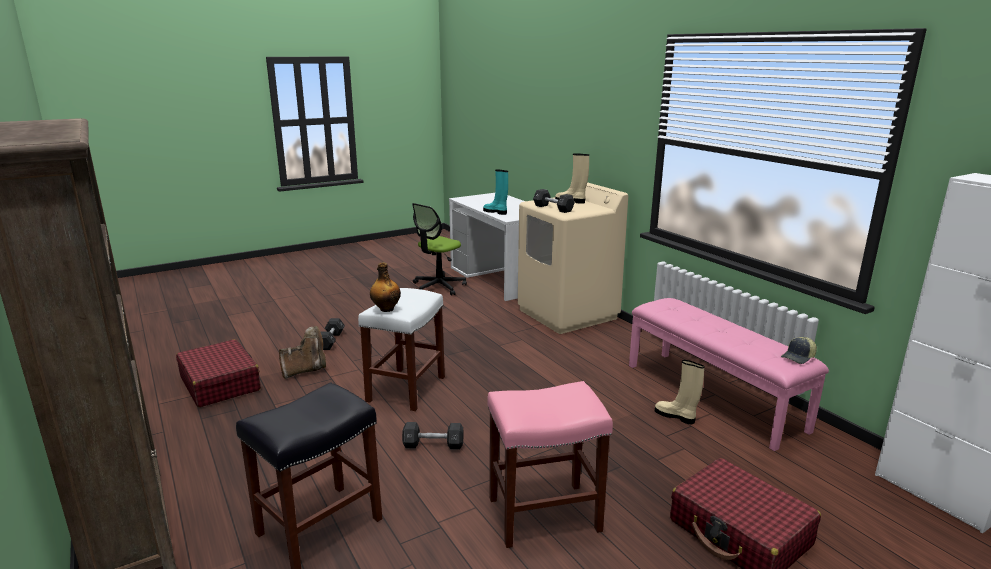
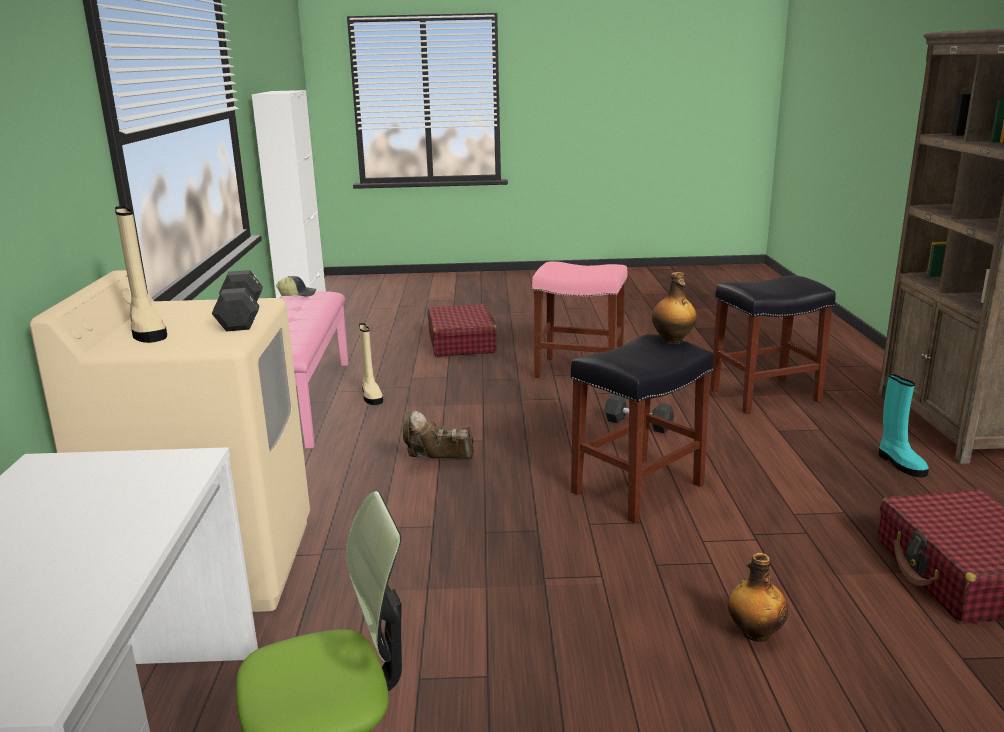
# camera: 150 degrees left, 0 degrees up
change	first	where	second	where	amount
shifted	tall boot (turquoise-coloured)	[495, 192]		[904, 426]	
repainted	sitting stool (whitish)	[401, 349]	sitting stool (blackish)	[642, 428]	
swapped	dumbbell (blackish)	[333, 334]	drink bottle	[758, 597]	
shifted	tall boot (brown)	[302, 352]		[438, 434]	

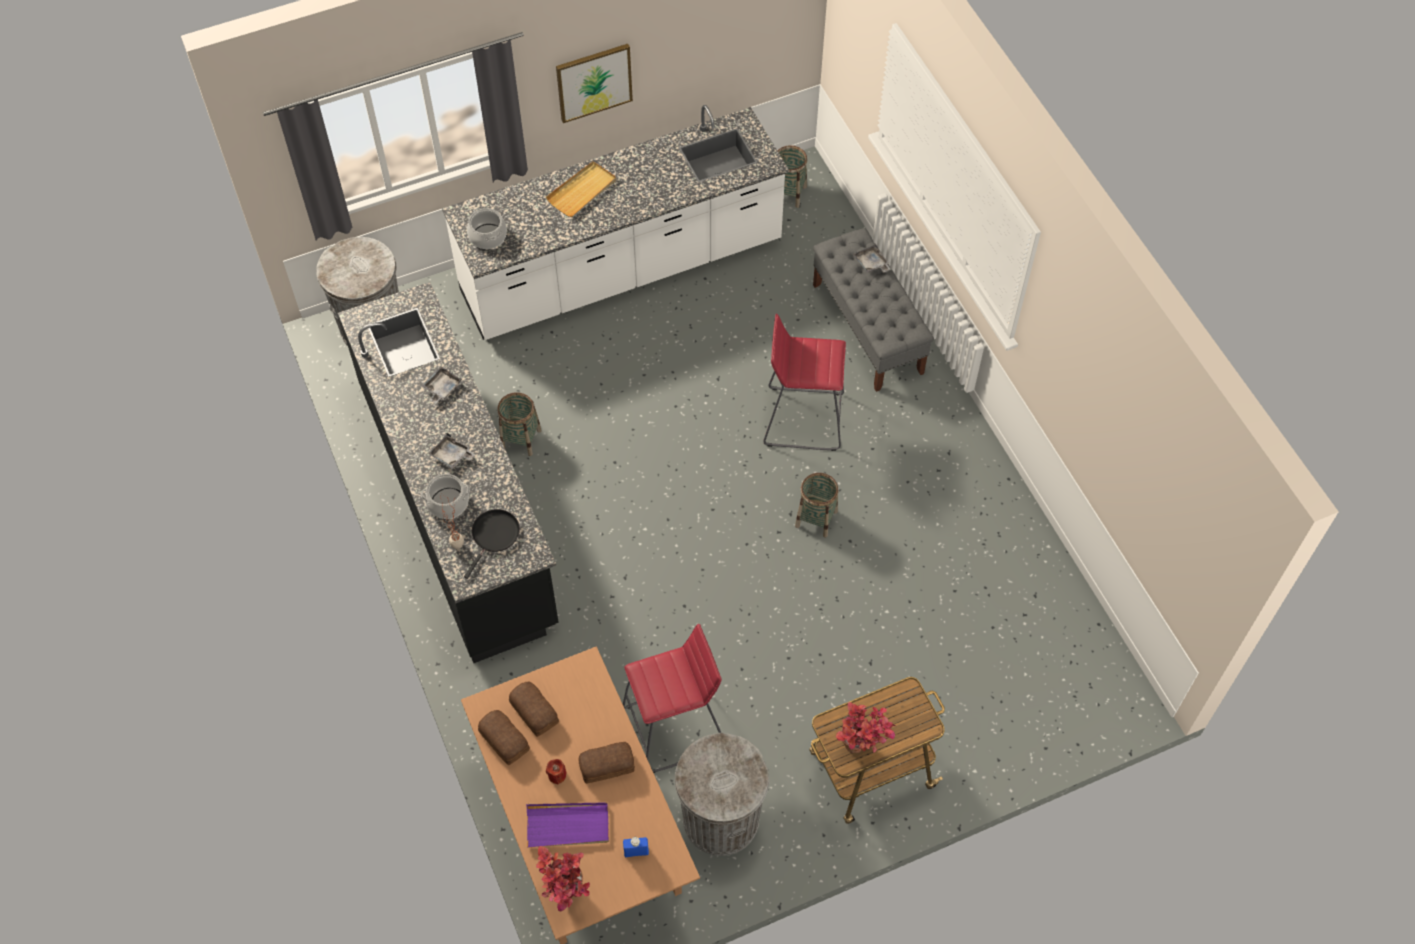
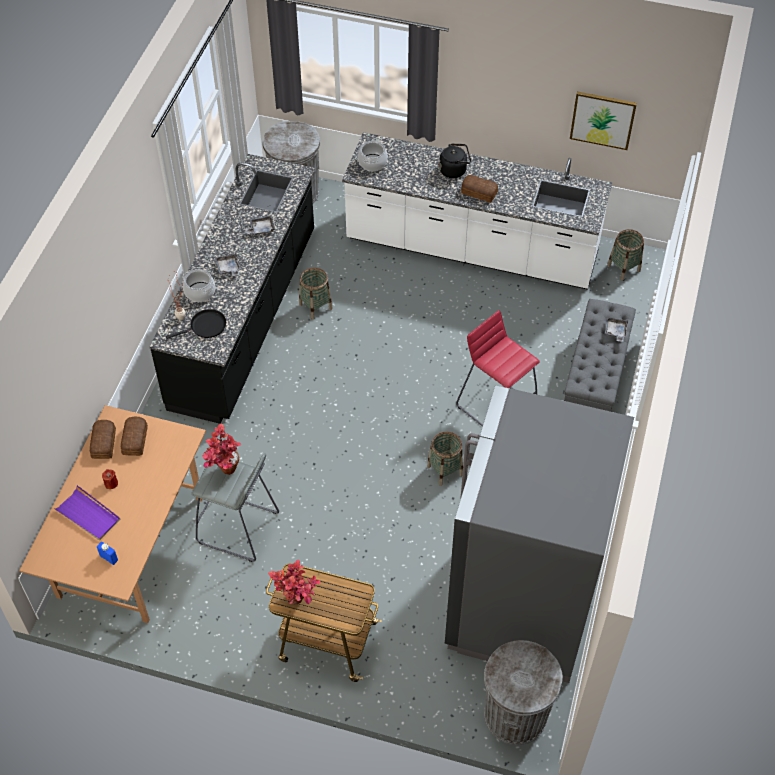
# camera: 40 degrees right, 5 degrees down
change	first	where	second	where	amount
shifted	wall art	[594, 83]		[603, 120]	
swapped	tray (beige)	[581, 189]	kettle (blackish)	[455, 161]	
repainted	sitting stool (red)	[672, 698]	sitting stool (gray)	[235, 508]	
shifted	rubbish bin (gray)	[722, 794]		[523, 692]	
shifted	bakery bread	[607, 763]		[479, 189]	
shifted	plant in a pot	[563, 879]		[222, 449]	
new			fridge (gray)	[539, 534]	

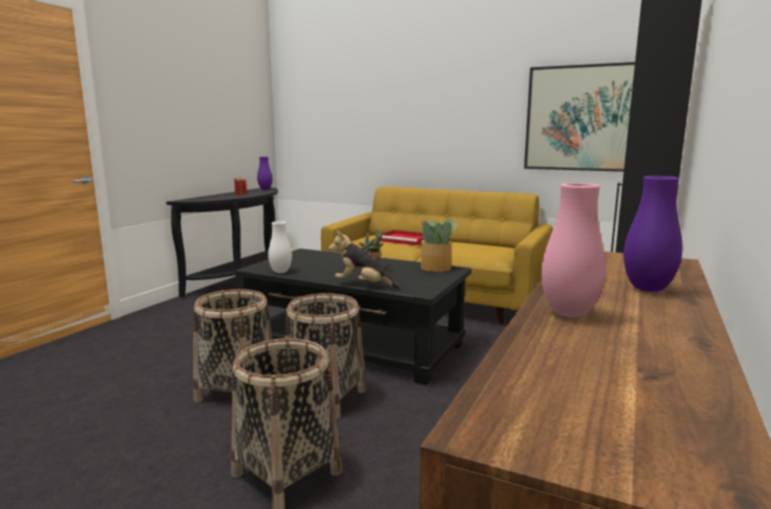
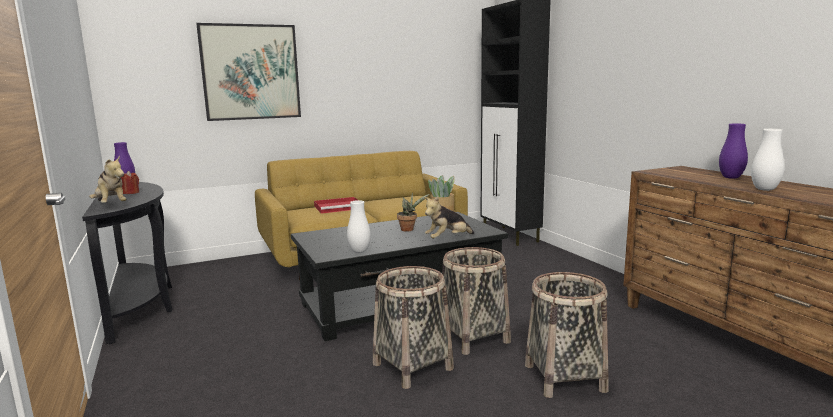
# camera: 50 degrees left, 0 degrees up
change	first	where	second	where	amount
shifted	wall art	[579, 117]		[248, 72]	
repainted	vase (pink)	[573, 250]	vase (whitish)	[768, 160]	
new			cuddly toy	[108, 179]	

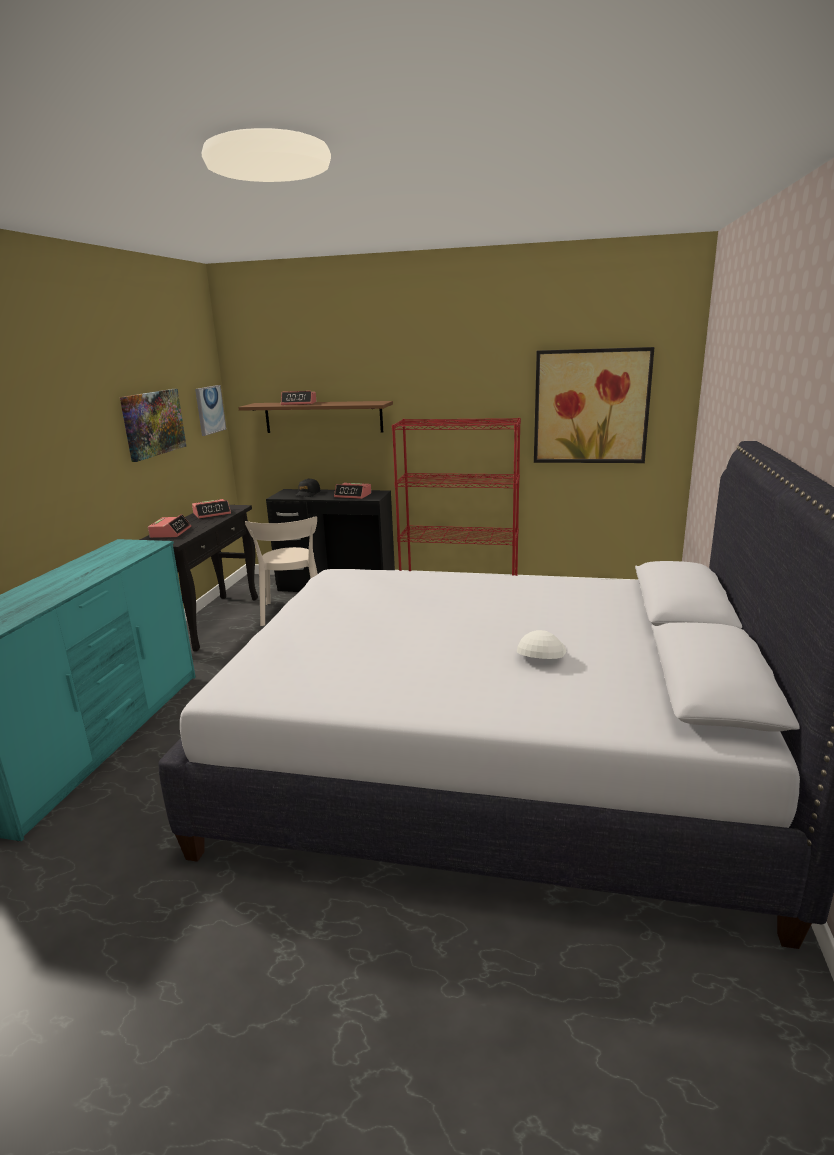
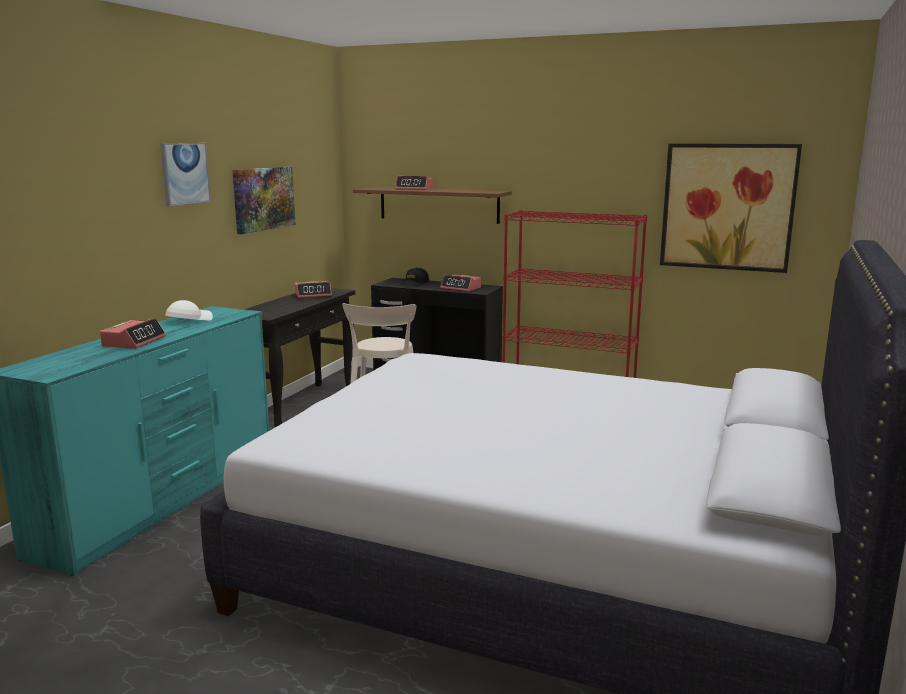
# camera: 10 degrees right, 5 degrees down
change	first	where	second	where	amount
shifted	wall art	[210, 410]		[185, 175]	
shifted	table clock	[169, 526]		[133, 333]	
shifted	cap (whitish)	[542, 644]		[189, 310]	

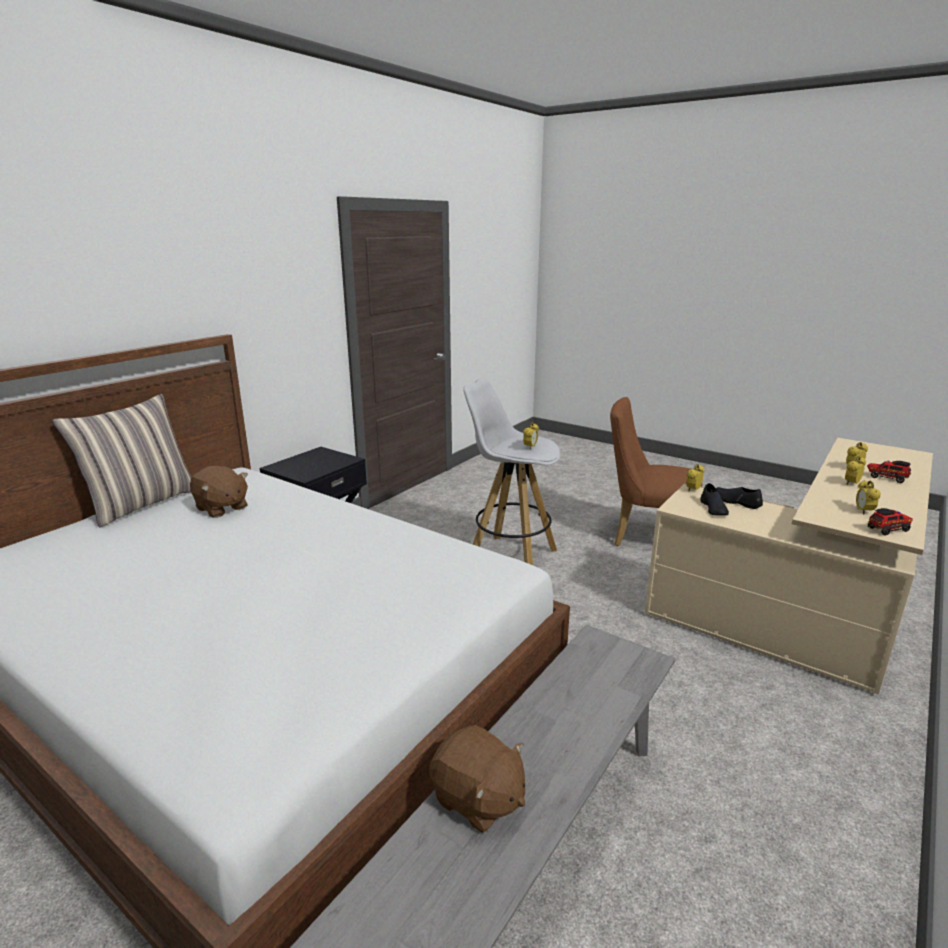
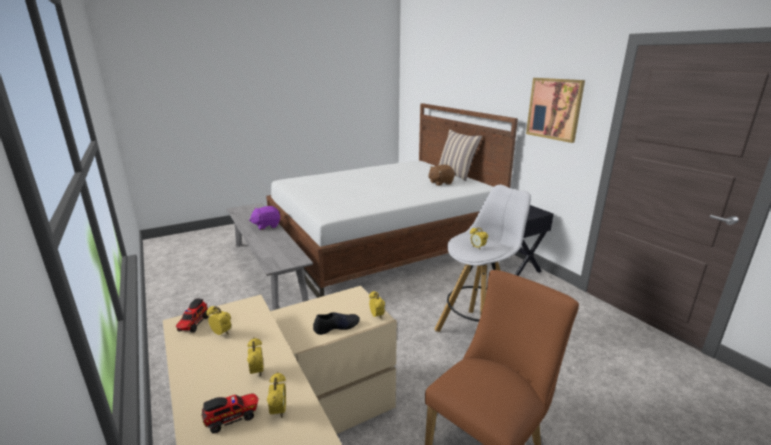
# camera: 115 degrees right, 0 degrees up
change	first	where	second	where	amount
gone	low shoe (blackish)	[714, 499]			
repainted	cuddly toy (brown)	[477, 779]	cuddly toy (purplish)	[264, 218]	
new			wall art	[555, 110]	

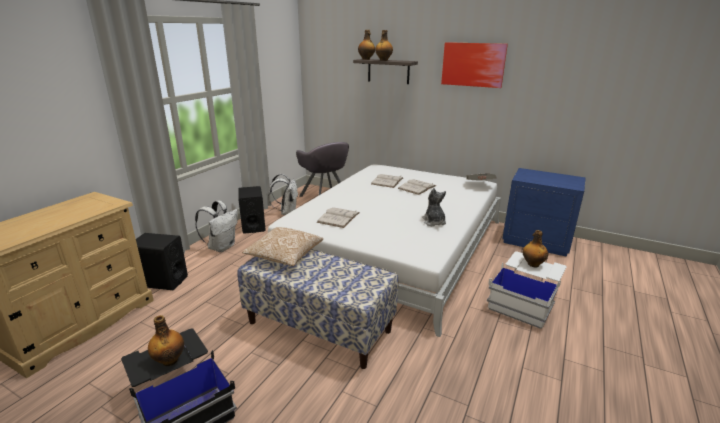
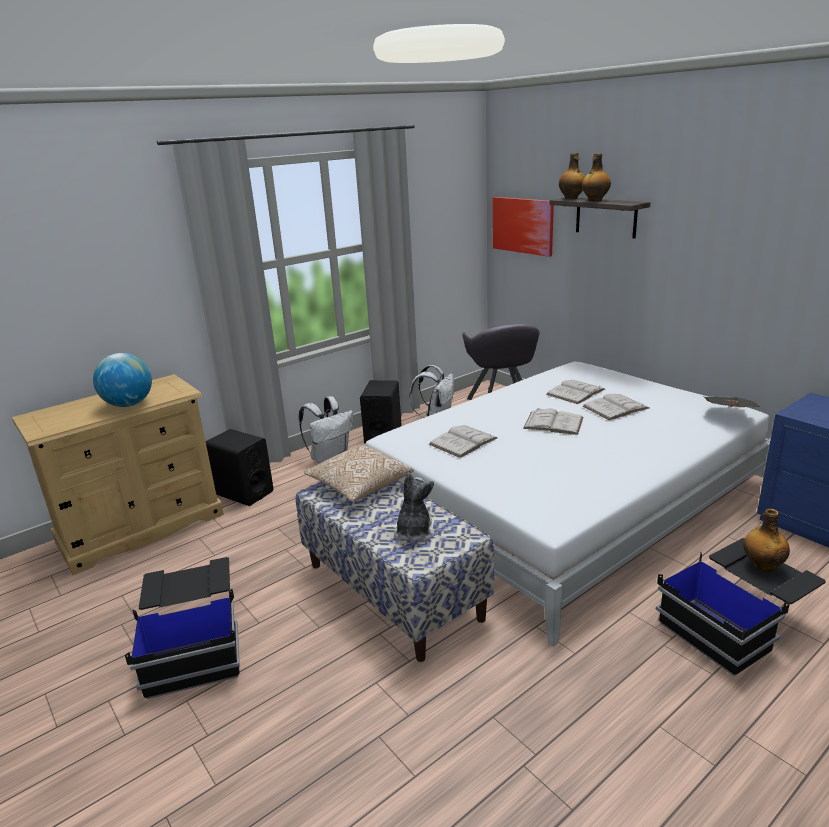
# camera: 25 degrees right, 0 degrees up
change	first	where	second	where	amount
shifted	wall art	[474, 65]		[523, 227]	
shifted	cuddly toy	[434, 207]		[414, 507]	
repainted	storage box (whitish)	[527, 290]	storage box (blackish)	[741, 607]	
gone	drink bottle	[166, 340]			
new			desk globe	[122, 380]	
new			book (whitish)	[553, 421]	

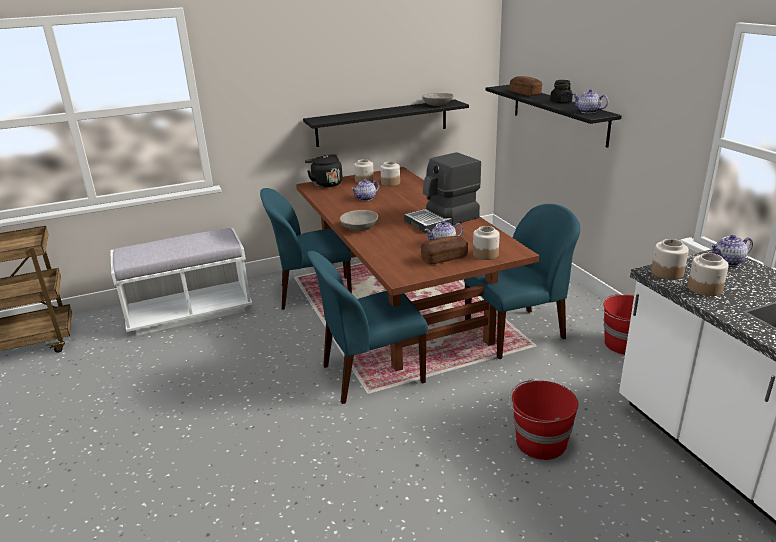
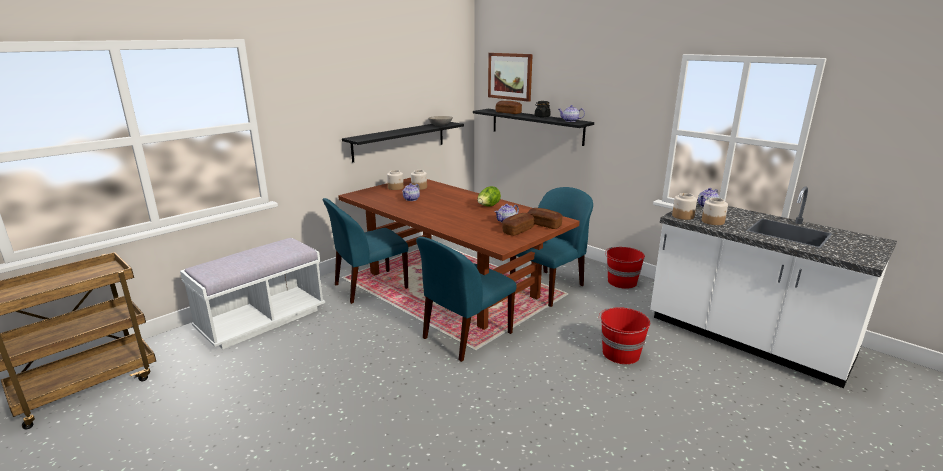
# camera: 25 degrees left, 5 degrees down
change	first	where	second	where	amount
swapped	coffee brewer	[442, 192]	lettuce head	[489, 196]	
gone	kettle (blackish)	[324, 171]			
gone	bowl (gray)	[359, 220]			
swapped	storage jar	[486, 243]	bakery bread	[545, 218]	
new			wall art	[510, 77]	

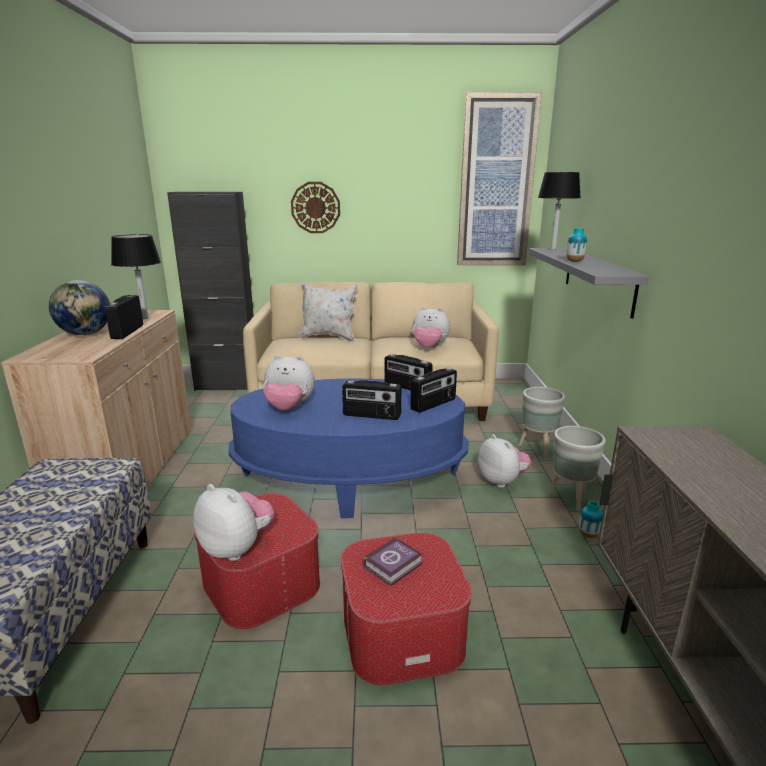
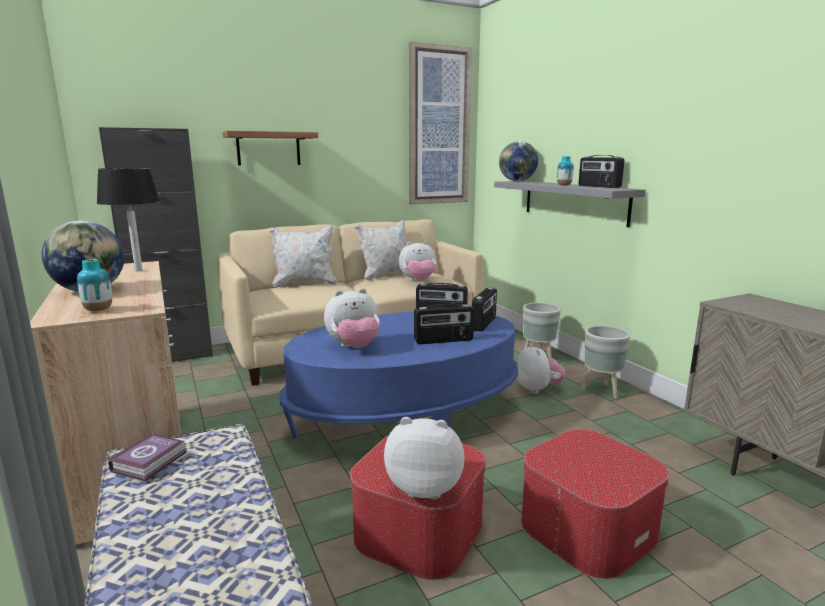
# camera: 25 degrees left, 5 degrees down
change	first	where	second	where	amount
swapped	tabletop lamp (blackish)	[559, 211]	desk globe	[518, 161]	
swapped	clock on the wall	[315, 207]	bracket shelf	[270, 148]	
shifted	radio receiver	[124, 317]		[601, 171]	
rotated	cuddly toy	[504, 461]		[541, 368]	45 degrees clockwise
shifted	vase	[591, 519]		[94, 285]	
shifted	book	[393, 561]		[147, 457]	
new			pillow (whitish)	[380, 250]	

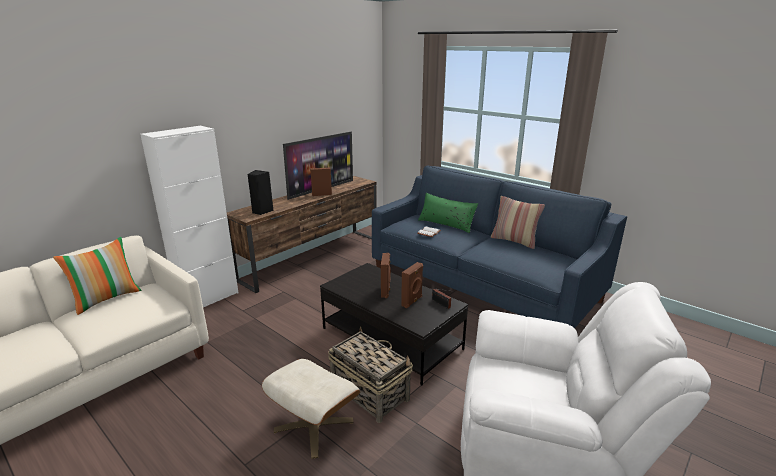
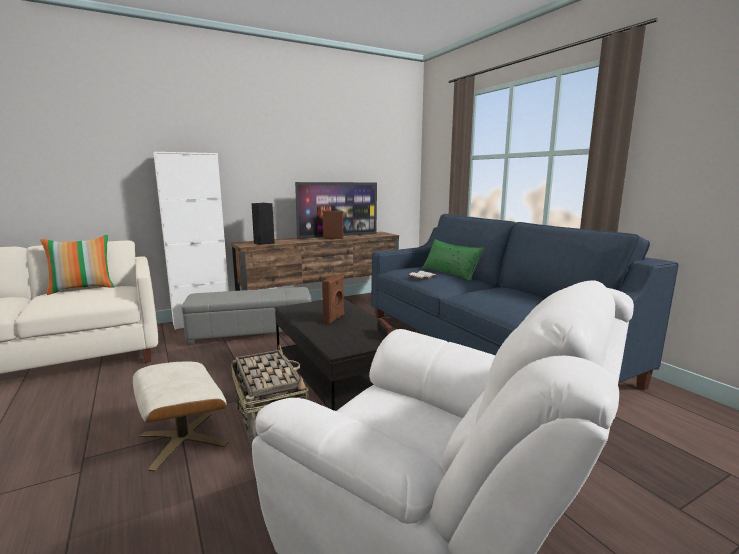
# camera: 20 degrees right, 10 degrees down
change	first	where	second	where	amount
gone	pillow	[518, 222]			
gone	speaker (brown)	[412, 285]			
new			ottoman (gray)	[247, 316]	

